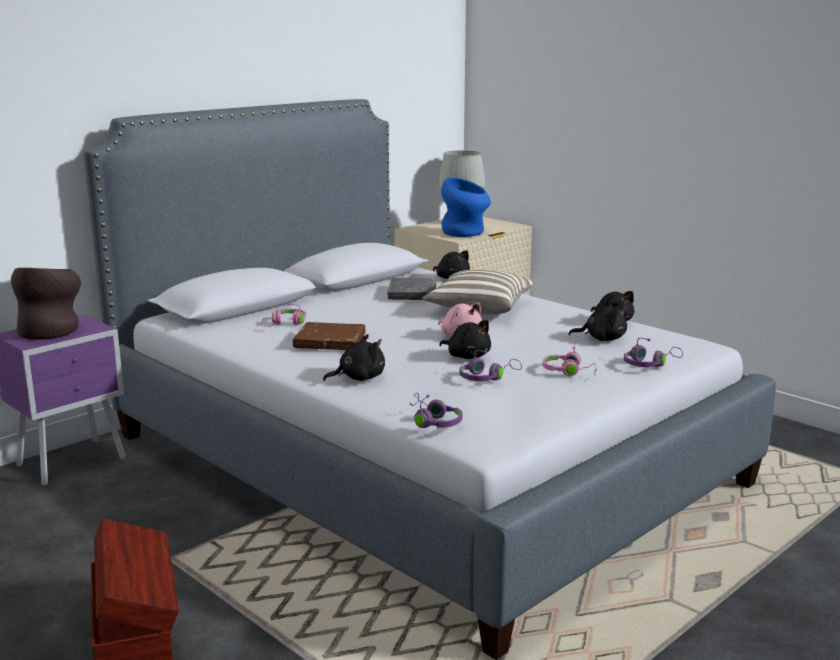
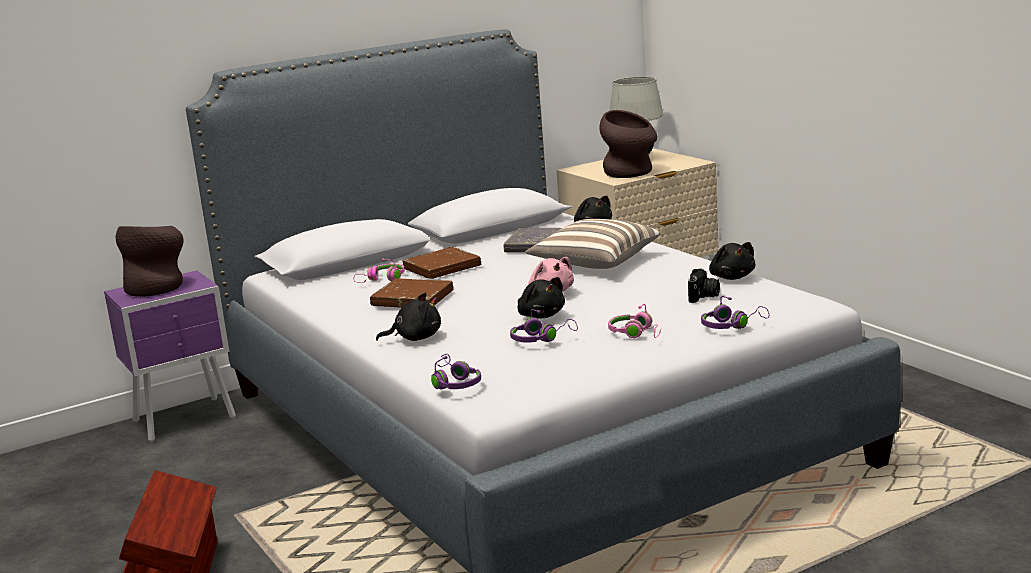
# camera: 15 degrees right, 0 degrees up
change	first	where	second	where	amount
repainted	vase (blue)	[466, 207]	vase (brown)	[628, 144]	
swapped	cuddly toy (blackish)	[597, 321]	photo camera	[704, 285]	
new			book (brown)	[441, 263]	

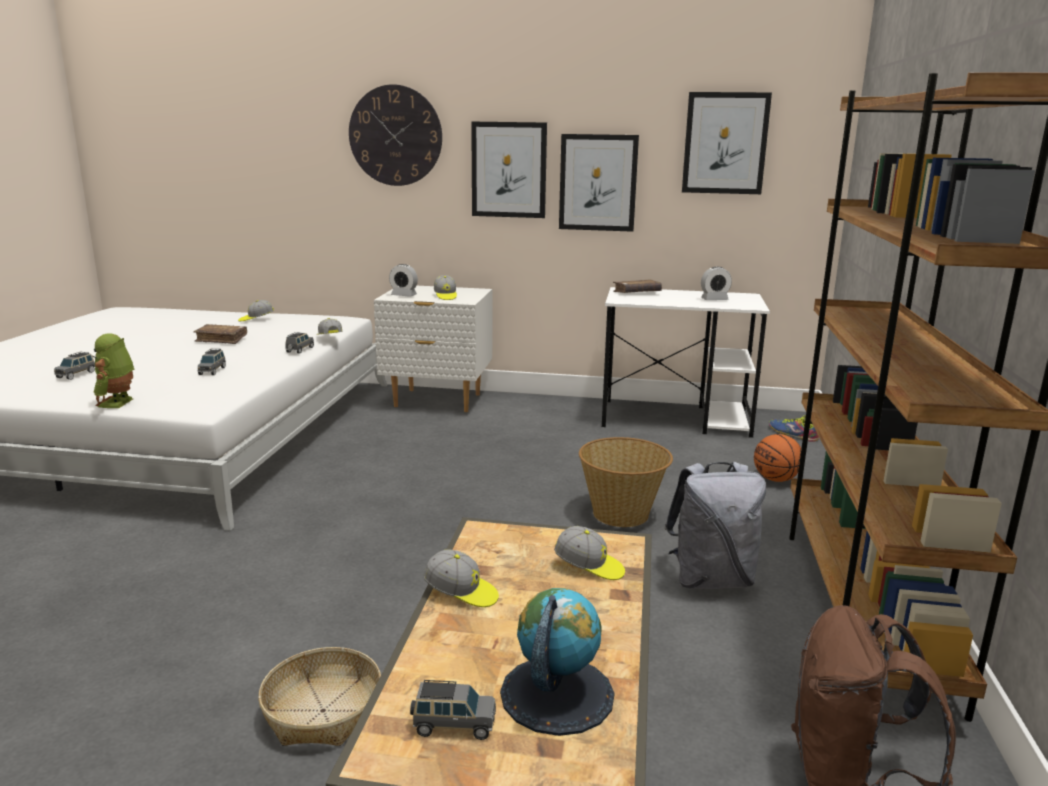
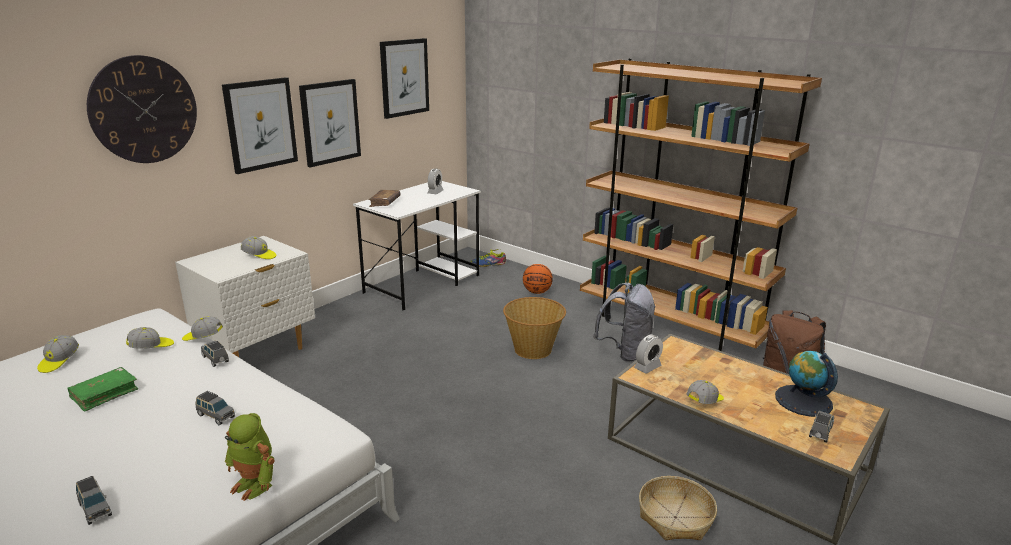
# camera: 60 degrees left, 5 degrees up
change	first	where	second	where	amount
shifted	table clock	[403, 280]		[648, 354]	
repainted	book (brown)	[220, 334]	book (green)	[103, 389]	
shifted	cap	[589, 553]		[150, 338]	

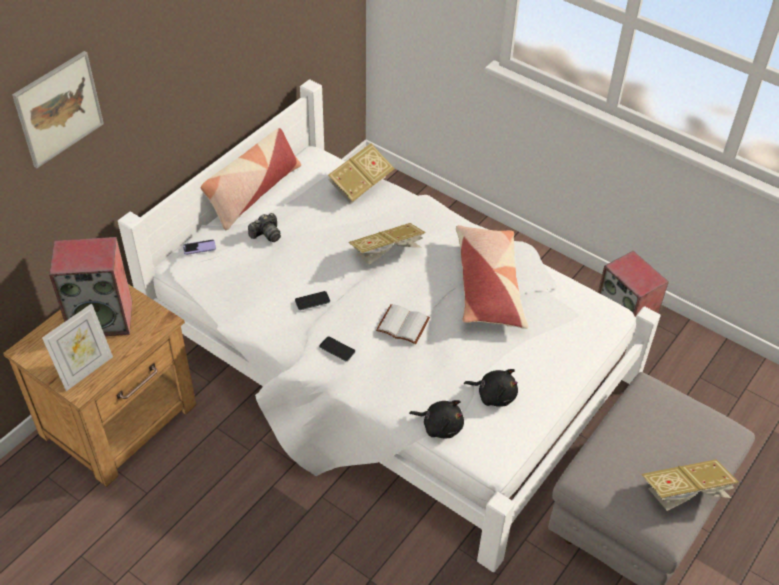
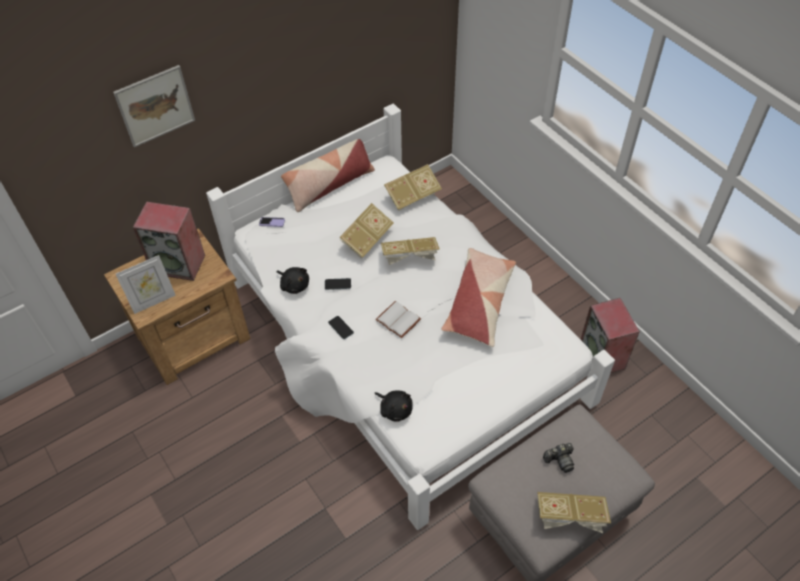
# camera: 20 degrees right, 5 degrees up
change	first	where	second	where	amount
shifted	photo camera	[264, 227]		[558, 458]	
shifted	cuddly toy (blackish)	[491, 388]		[293, 280]	
new			book	[367, 230]	

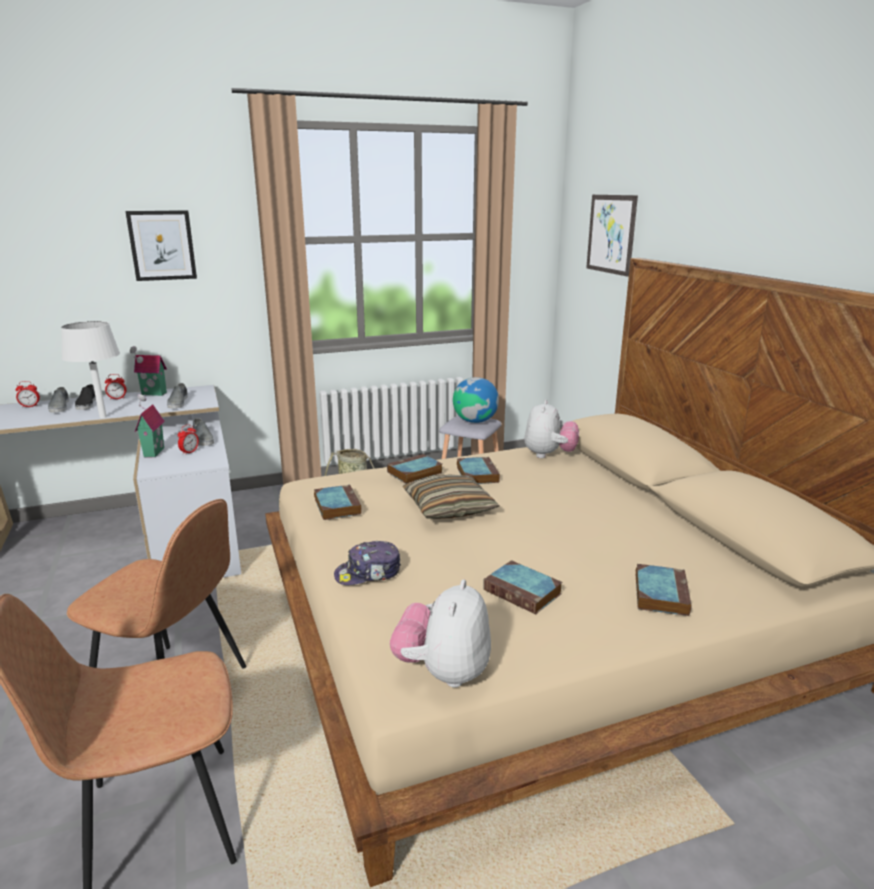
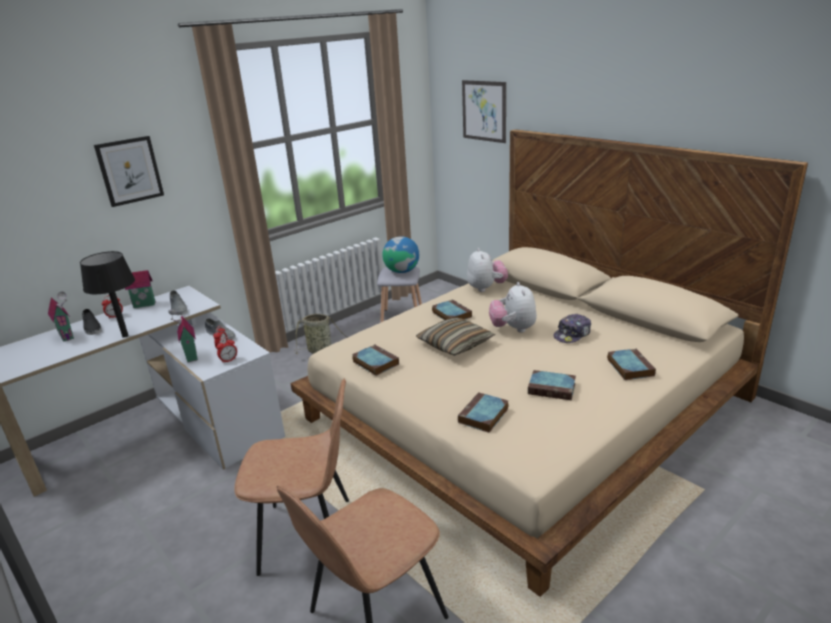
# camera: 20 degrees left, 5 degrees up
change	first	where	second	where	amount
repainted	tabletop lamp (whitish)	[90, 369]	tabletop lamp (blackish)	[107, 294]	
shifted	table clock	[27, 394]		[226, 350]	
swapped	low shoe (gray)	[58, 399]	model house	[61, 316]	
shifted	book	[415, 469]		[483, 412]	
shifted	cap	[367, 563]		[572, 328]	
shifted	cuddly toy	[440, 634]		[513, 307]	

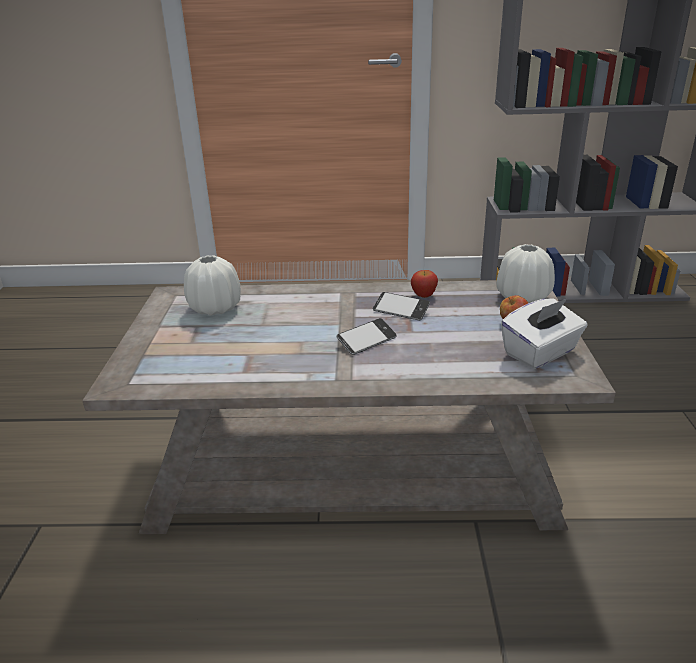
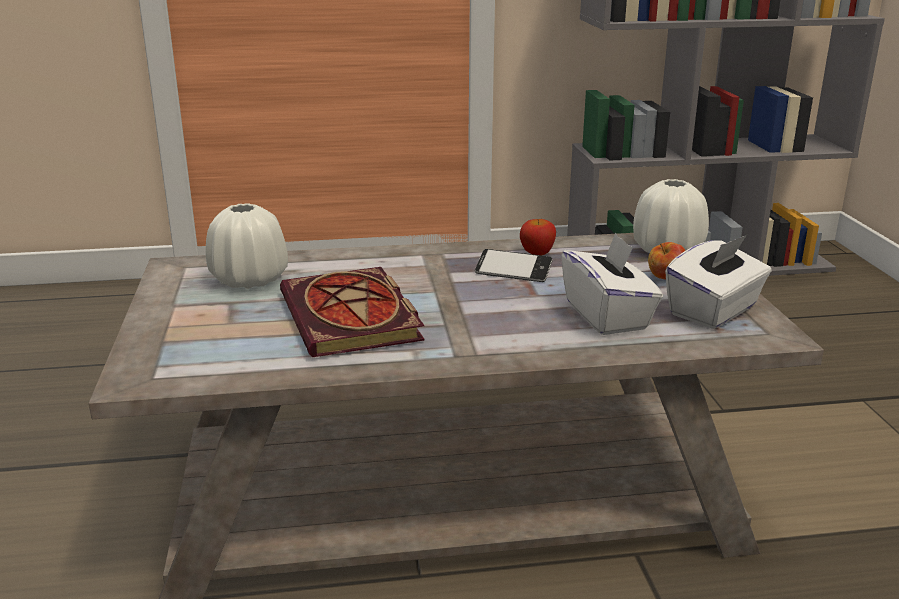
# camera: 10 degrees left, 5 degrees down
change	first	where	second	where	amount
gone	phone	[367, 336]			
new			tissue holder (whitish)	[612, 283]	
new			book	[352, 312]	

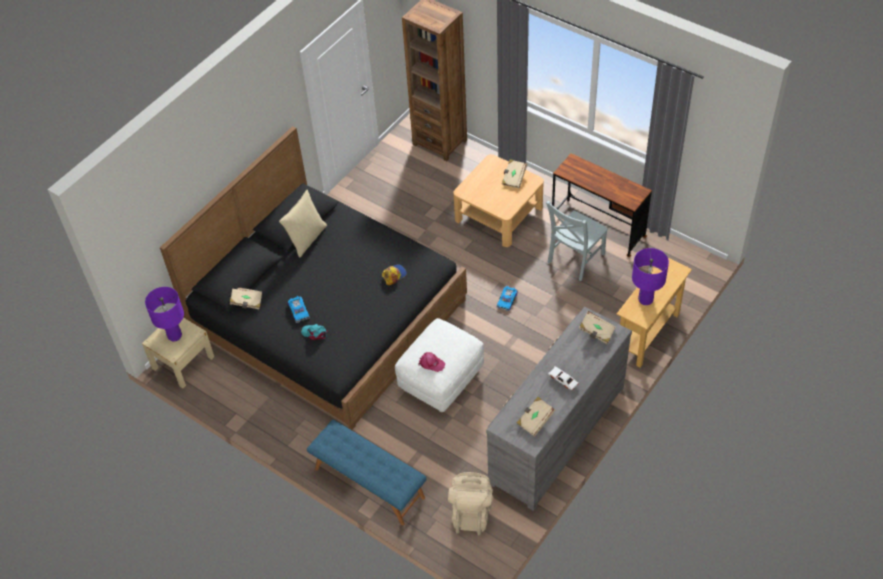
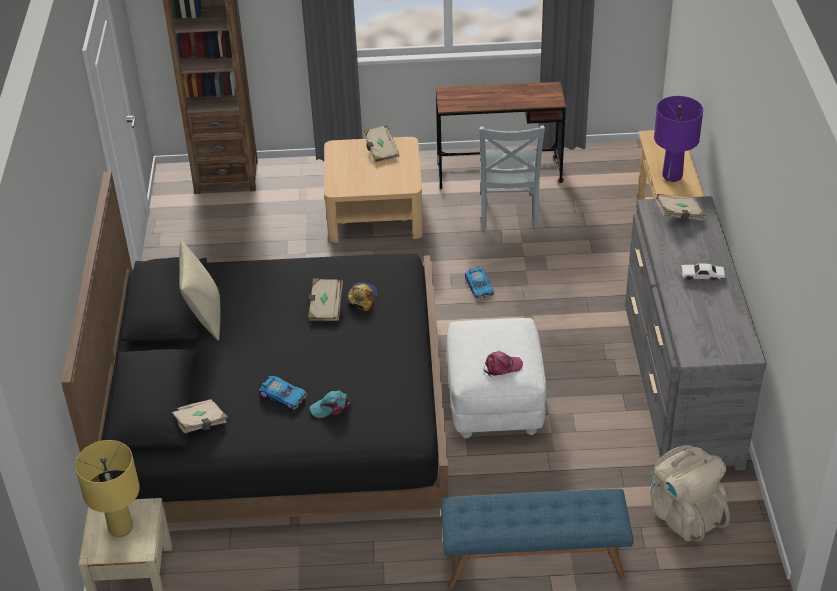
# camera: 40 degrees left, 10 degrees down
change	first	where	second	where	amount
repainted	tabletop lamp (purplish)	[164, 314]	tabletop lamp (yellowish)	[107, 488]	
shifted	book (beige)	[536, 416]		[325, 299]	

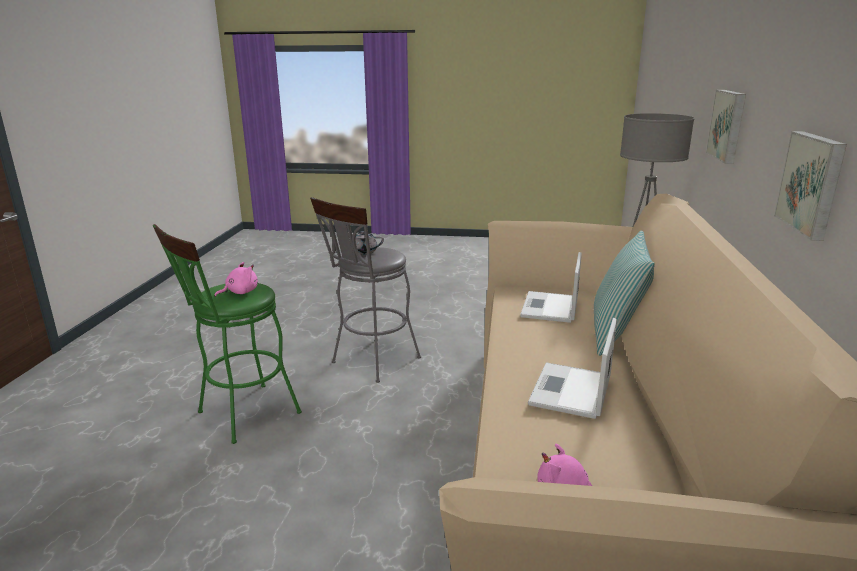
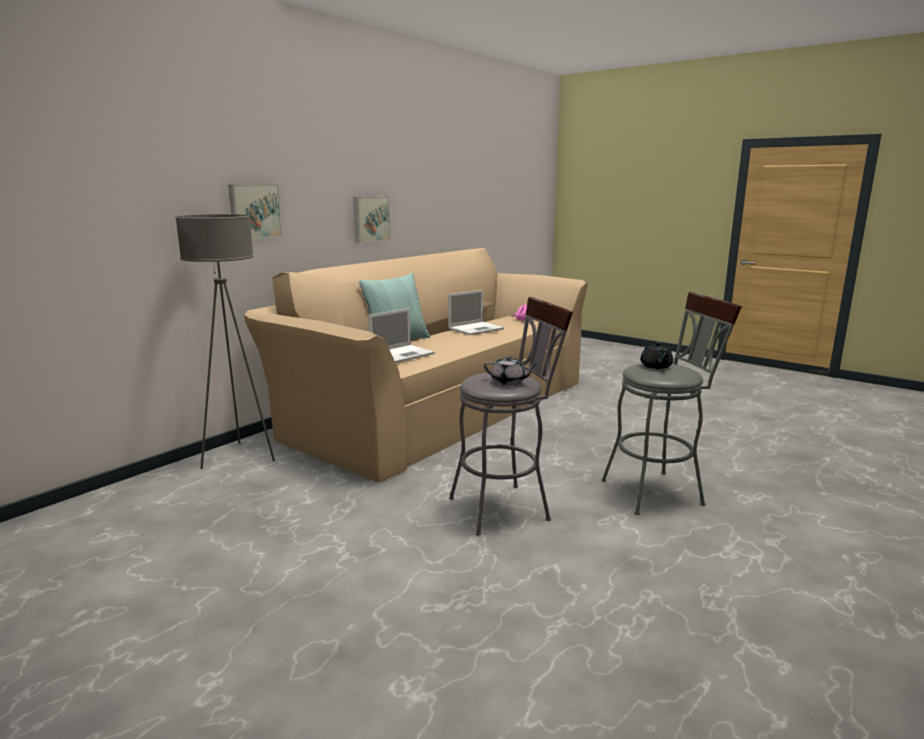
# camera: 150 degrees left, 5 degrees down
change	first	where	second	where	amount
repainted	sitting stool (green)	[227, 334]	sitting stool (gray)	[671, 403]	
swapped	cuddly toy (pink)	[236, 279]	teapot (blackish)	[656, 355]	

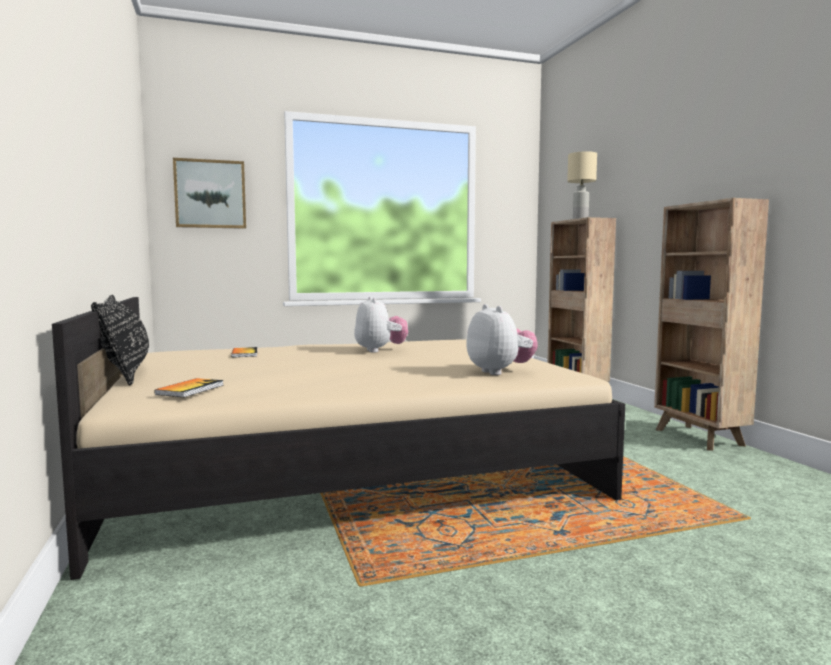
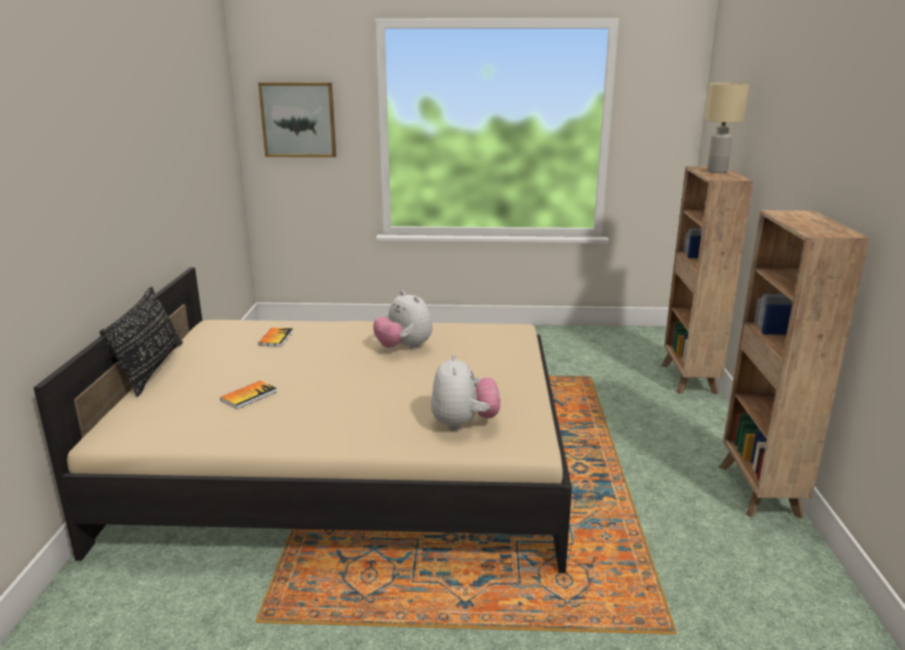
# camera: 20 degrees right, 15 degrees up
change	first	where	second	where	amount
rotated	cuddly toy	[381, 325]		[403, 320]	135 degrees clockwise
shifted	book	[189, 387]		[248, 395]	

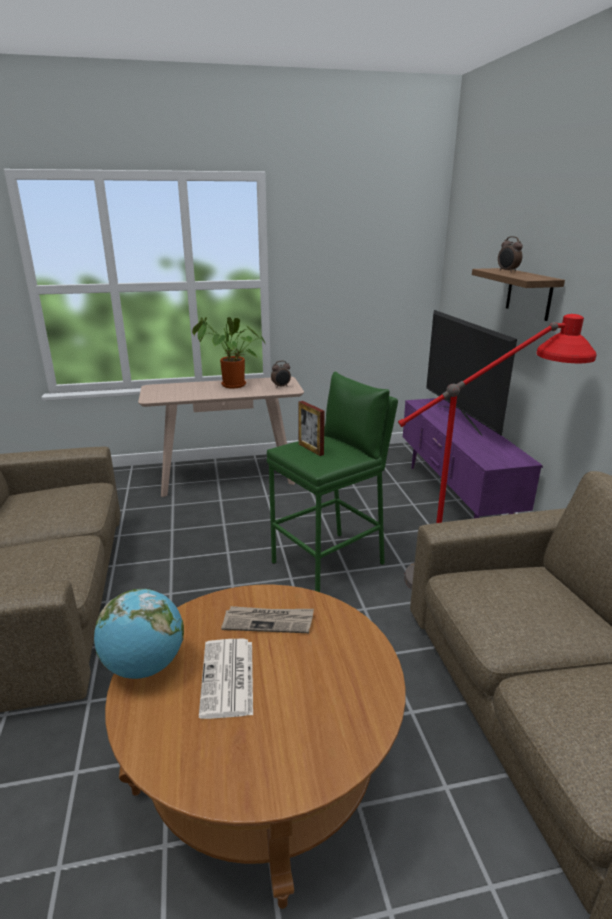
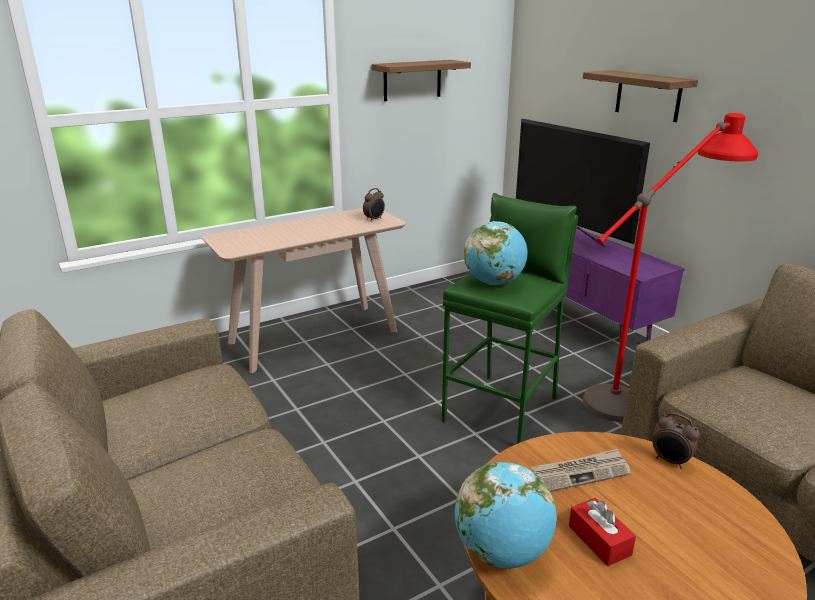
# camera: 20 degrees left, 0 degrees up
change	first	where	second	where	amount
shifted	table clock	[510, 254]		[676, 441]	
gone	plant in a pot	[229, 353]			
swapped	photo frame	[311, 428]	desk globe	[496, 253]	
swapped	printed paper	[226, 679]	tissue holder (red)	[602, 532]	
new			bracket shelf	[421, 80]	

